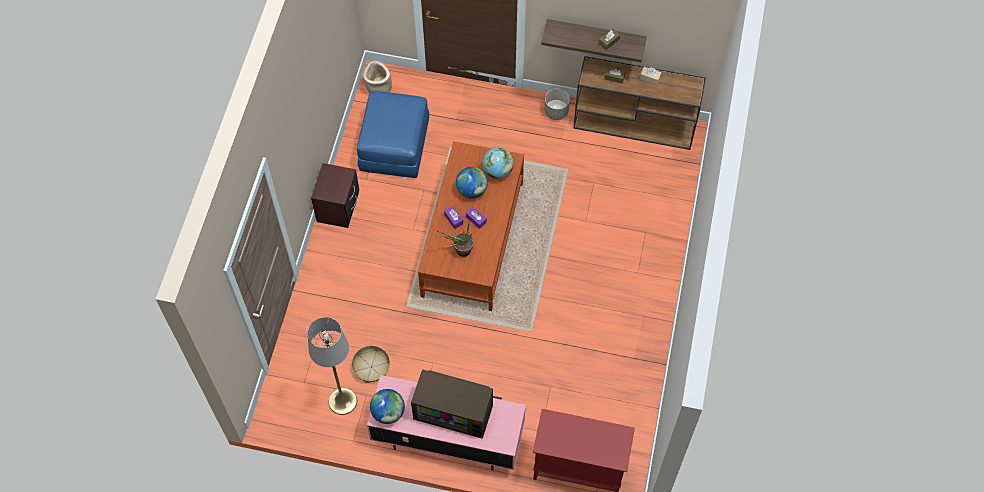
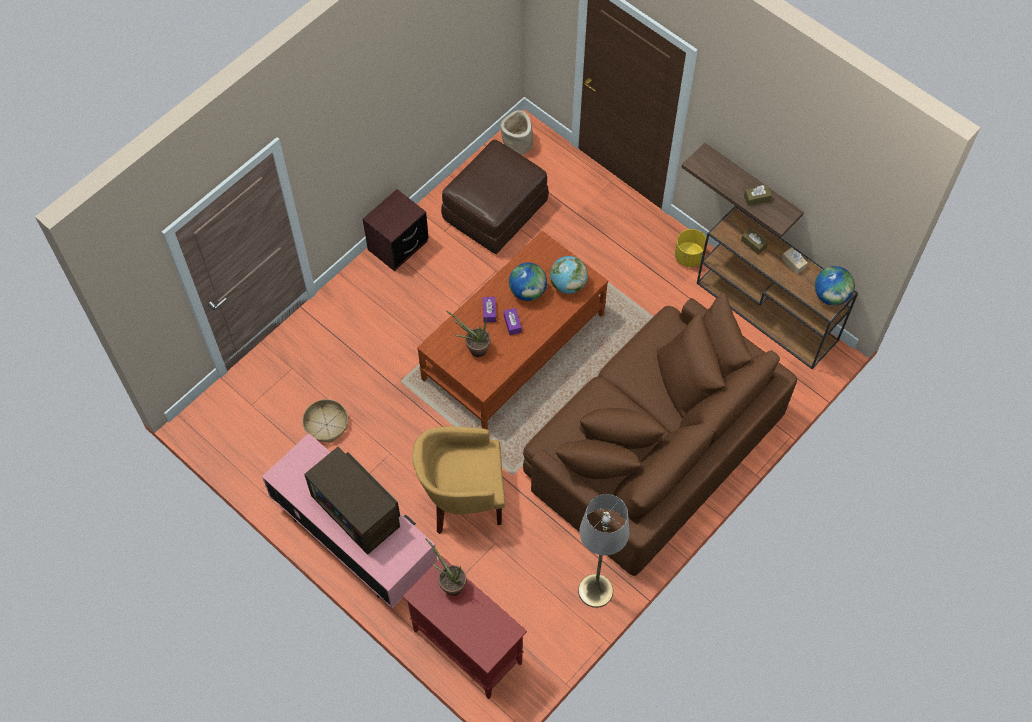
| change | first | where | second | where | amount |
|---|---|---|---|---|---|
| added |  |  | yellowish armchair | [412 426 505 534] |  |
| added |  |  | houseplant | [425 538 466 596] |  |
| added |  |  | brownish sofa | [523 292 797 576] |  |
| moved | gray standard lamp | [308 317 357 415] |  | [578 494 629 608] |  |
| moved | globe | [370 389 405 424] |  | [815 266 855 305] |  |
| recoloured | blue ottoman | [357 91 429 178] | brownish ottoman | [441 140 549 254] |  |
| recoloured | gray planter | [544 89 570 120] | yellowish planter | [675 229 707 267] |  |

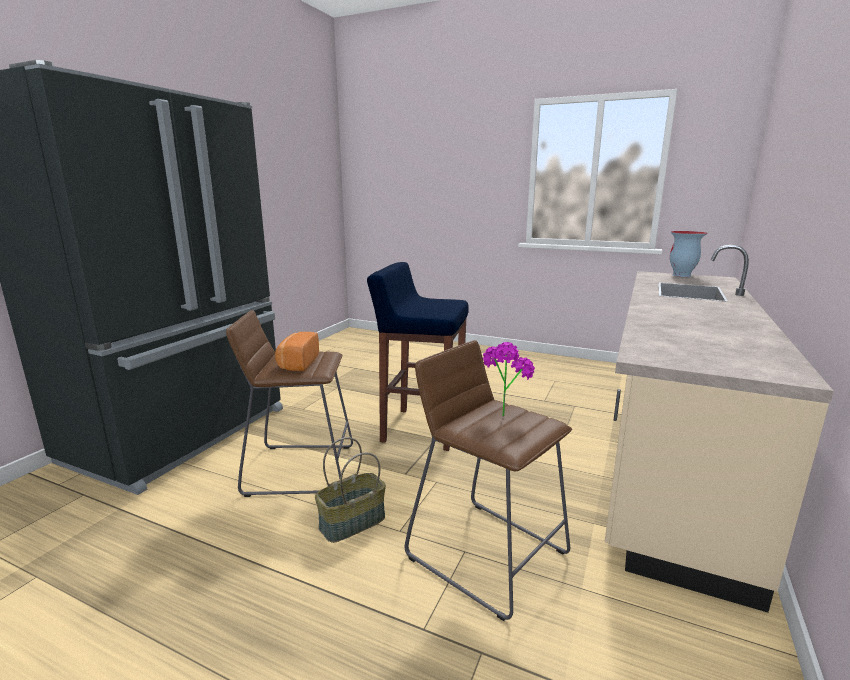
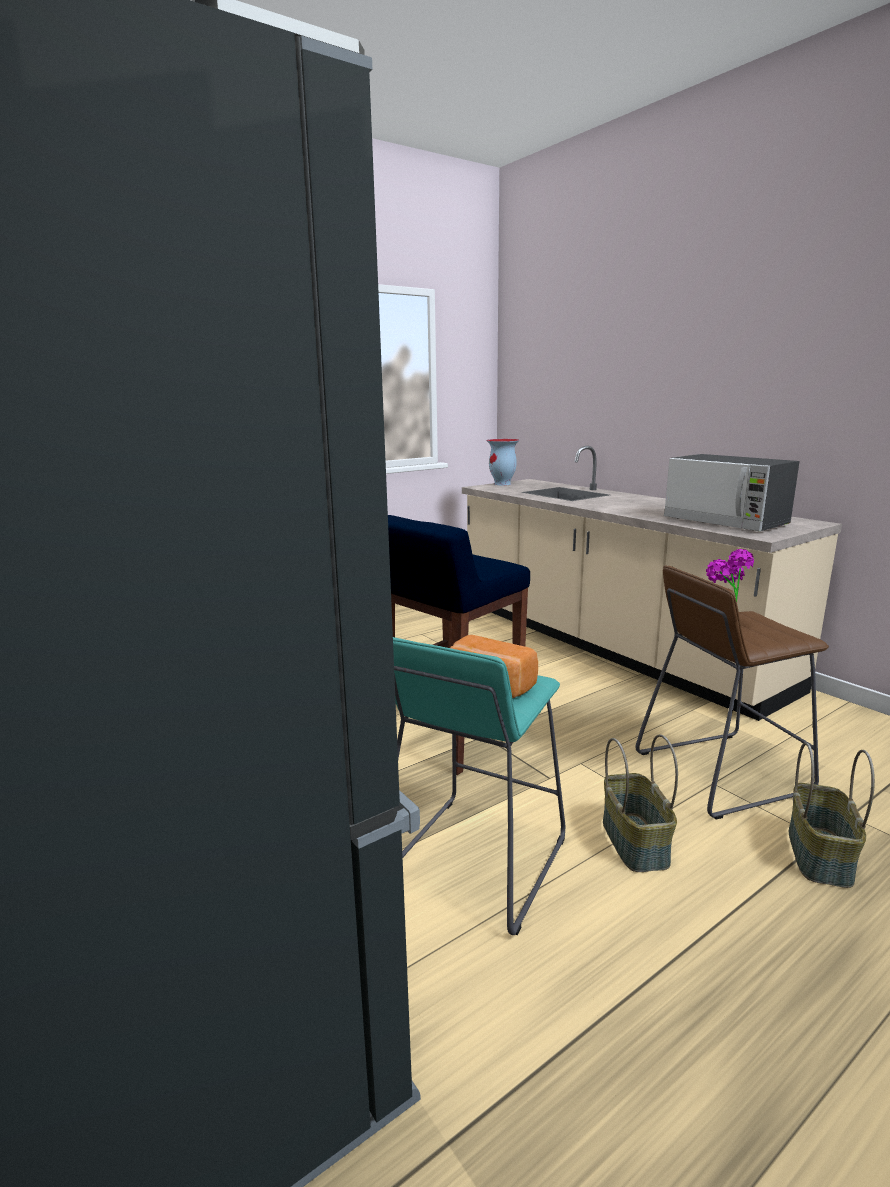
| change | first | where | second | where | amount |
|---|---|---|---|---|---|
| added |  |  | kitchen microwave | [664 454 800 531] |  |
| added |  |  | household basket | [788 742 875 888] |  |
| recoloured | brownish stool | [226 310 353 497] | turquoise-coloured stool | [393 637 565 935] |  |

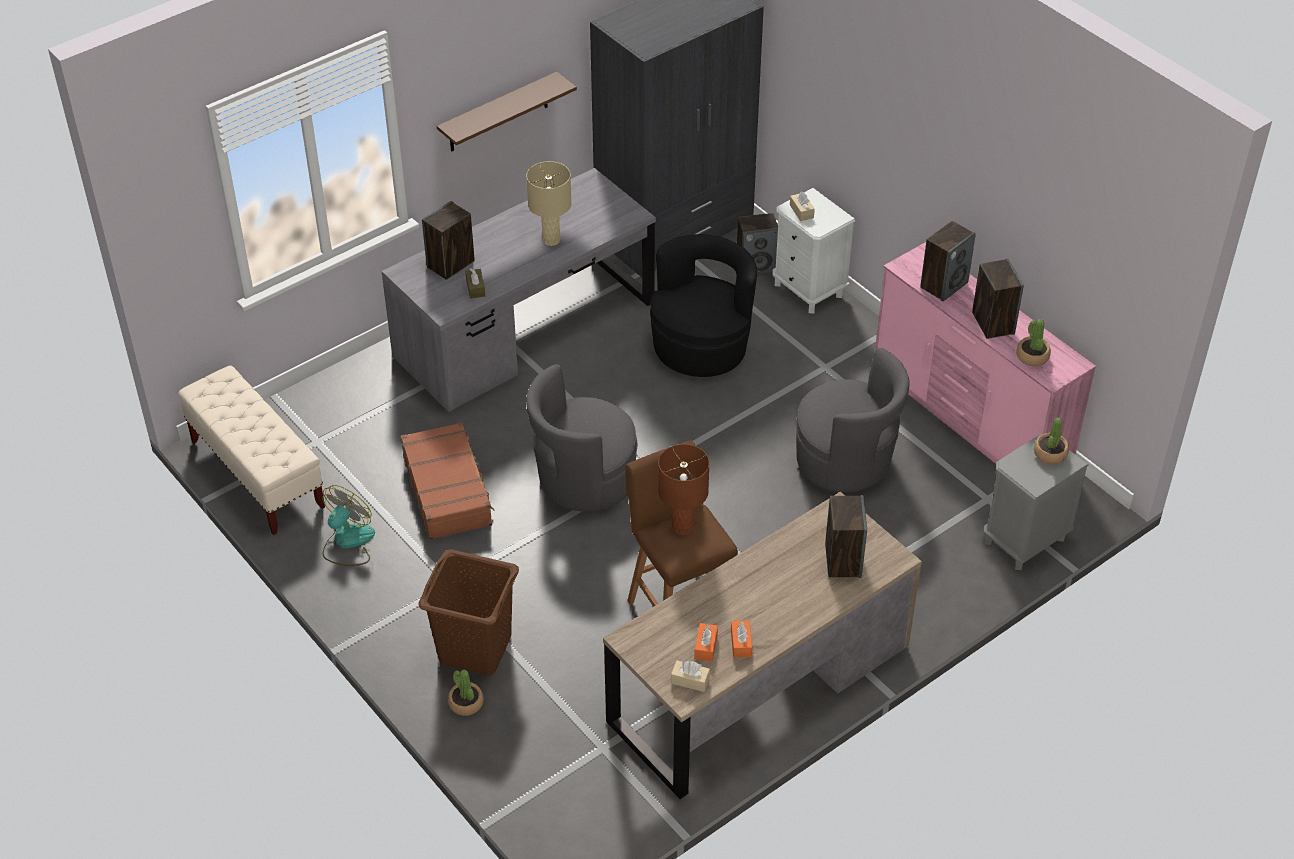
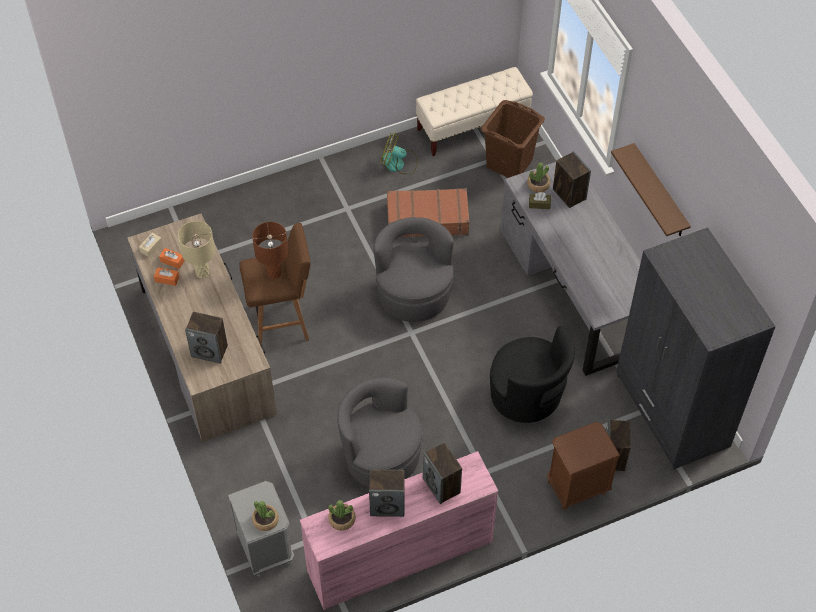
| change | first | where | second | where | amount |
|---|---|---|---|---|---|
| removed | sand-coloured box of tissues | [790 191 815 221] |  |  |  |
| moved | brownish laundry basket | [418 549 519 676] |  | [481 100 545 178] |  |
| moved | houseplant | [448 670 484 716] |  | [527 162 550 193] |  |
| moved | sand-coloured tabletop lamp | [526 161 571 246] |  | [178 221 215 278] |  |
| recoloured | white bedside table | [773 188 855 314] | brownish bedside table | [547 422 620 510] |  |
| turned | fan | [322 485 375 566] |  | [380 132 418 174] | 150 degrees clockwise |
| turned | gray armchair | [796 348 910 492] |  | [337 378 423 487] | 90 degrees clockwise |

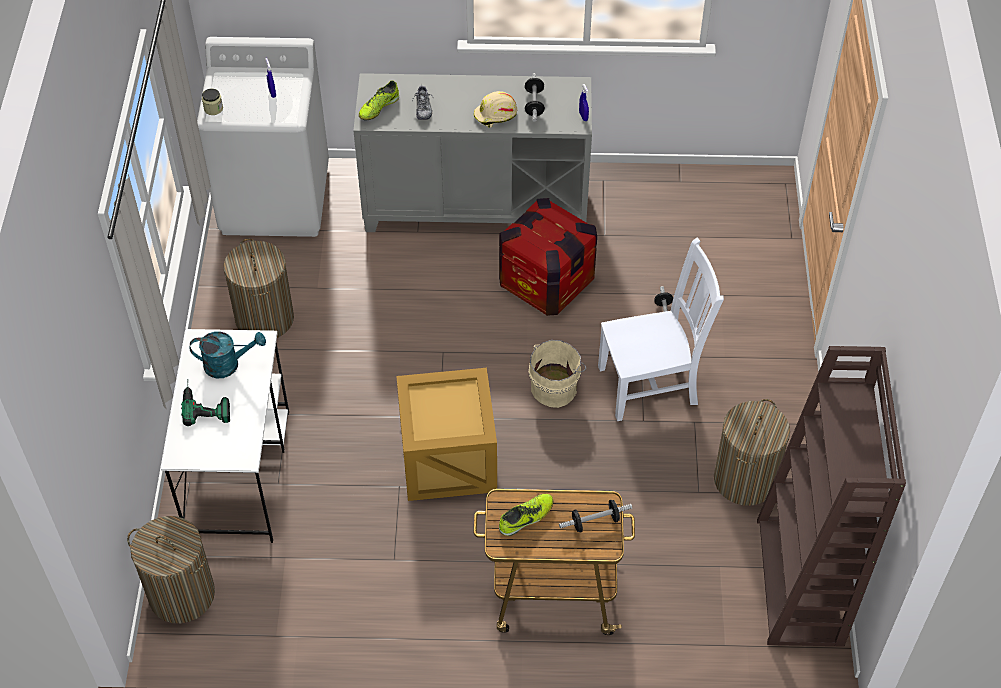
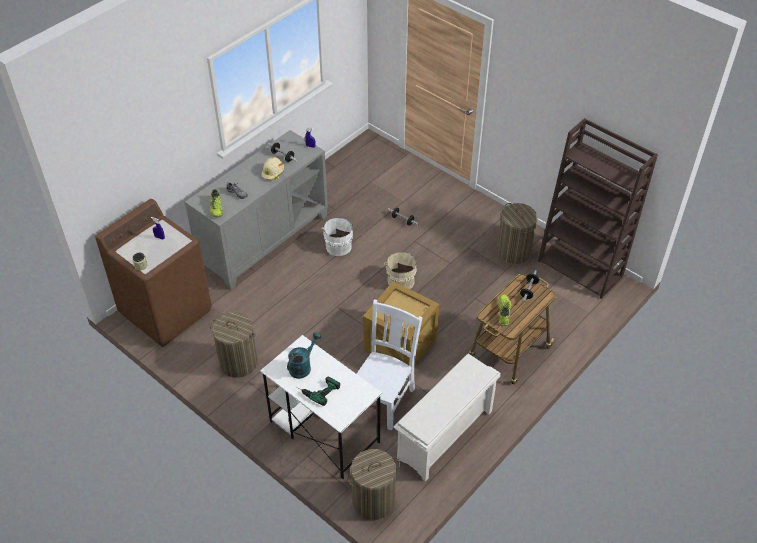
| change | first | where | second | where | amount |
|---|---|---|---|---|---|
| added |  |  | white shoe rack | [393 353 501 482] |  |
| moved | white chair | [598 238 724 421] |  | [357 299 422 431] |  |
| replaced | shipping crate | [499 198 597 316] | white water bucket | [321 218 354 256] |  |
| recoloured | white laundry machine | [197 37 329 237] | brownish laundry machine | [95 199 212 347] |  |

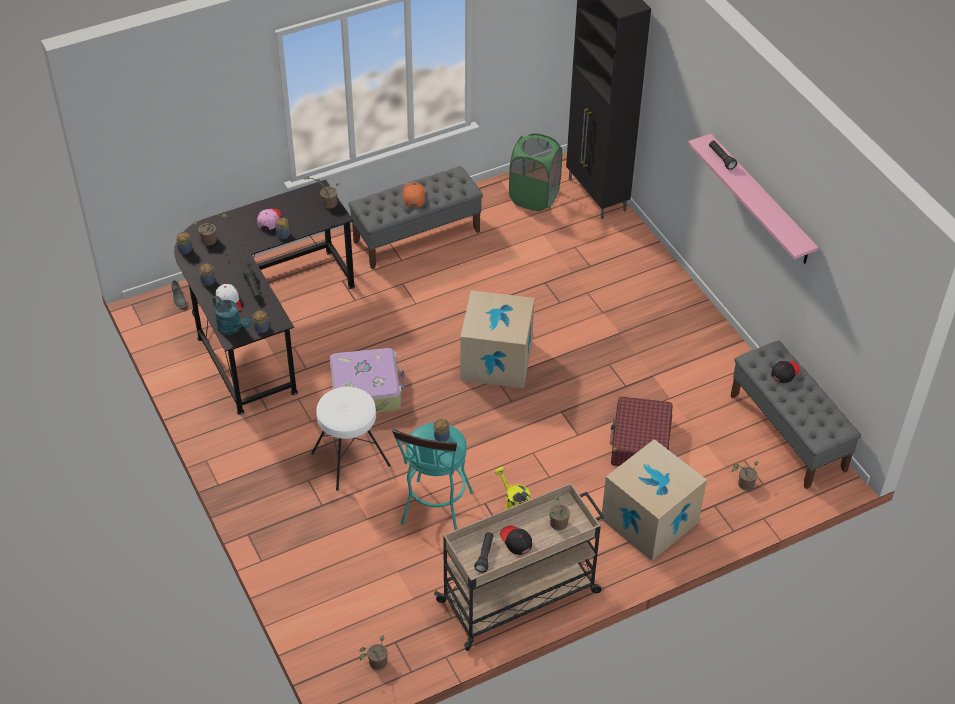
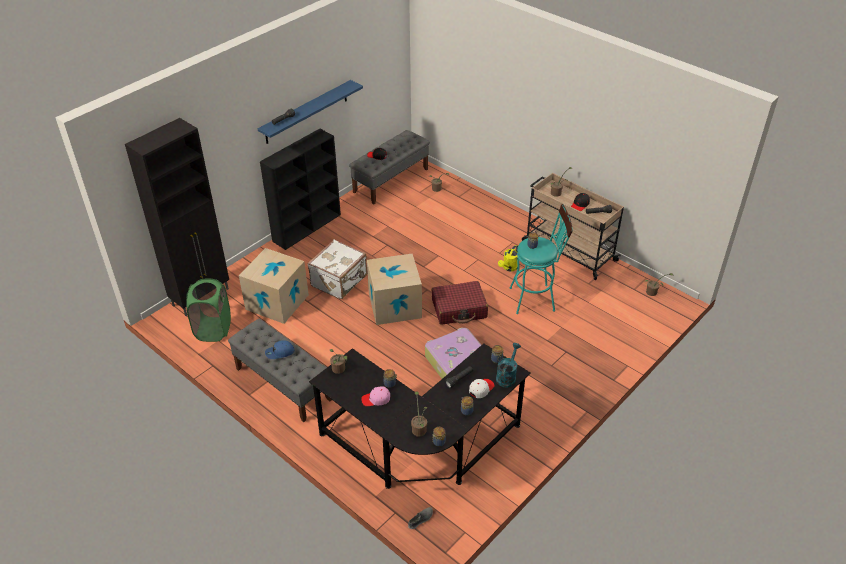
| change | first | where | second | where | amount |
|---|---|---|---|---|---|
| removed | white stool | [311 387 391 491] |  |  |  |
| added |  |  | black-coloured bookcase | [260 129 341 250] |  |
| added |  |  | white travel case | [307 239 367 299] |  |
| moved | carton | [601 439 707 561] |  | [239 248 309 324] |  |
| moved | reddish travel case | [610 396 673 466] |  | [432 281 488 325] |  |
| recoloured | orange baseball cap | [403 182 425 208] | blue baseball cap | [265 340 295 359] |  |
| recoloured | pink-coloured wall shelf | [688 134 818 264] | blue wall shelf | [258 80 363 144] |  |

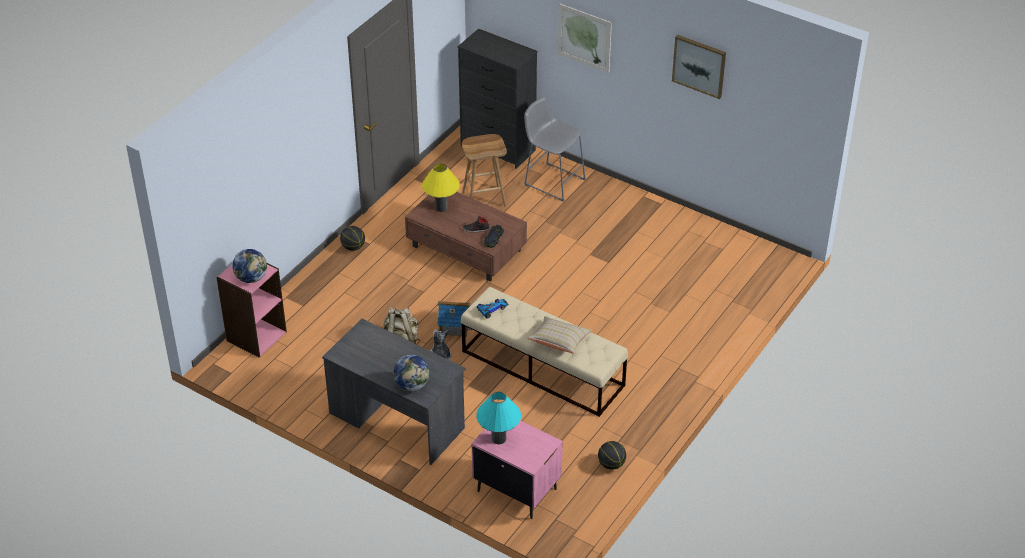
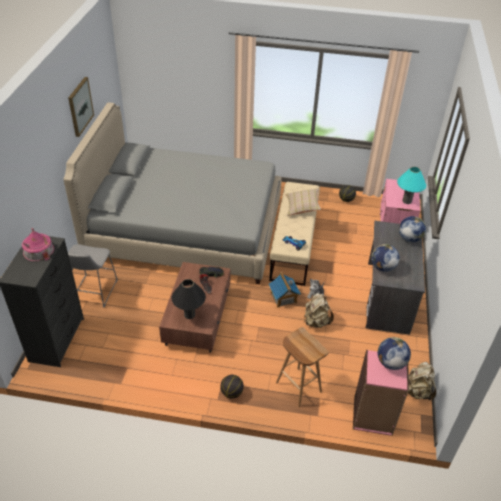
| change | first | where | second | where | amount |
|---|---|---|---|---|---|
| removed | picture | [558 3 612 73] |  |  |  |
| added |  |  | model house | [22 228 54 261] |  |
| added |  |  | gray bed | [63 102 282 284] |  |
| added |  |  | globe | [371 244 400 272] |  |
| added |  |  | sand-coloured rucksack | [408 362 436 400] |  |
| moved | brownish stool | [462 134 507 207] |  | [276 327 329 407] |  |
| recoloured | yellowish tabletop lamp | [422 164 460 212] | black-coloured tabletop lamp | [171 279 206 319] |  |

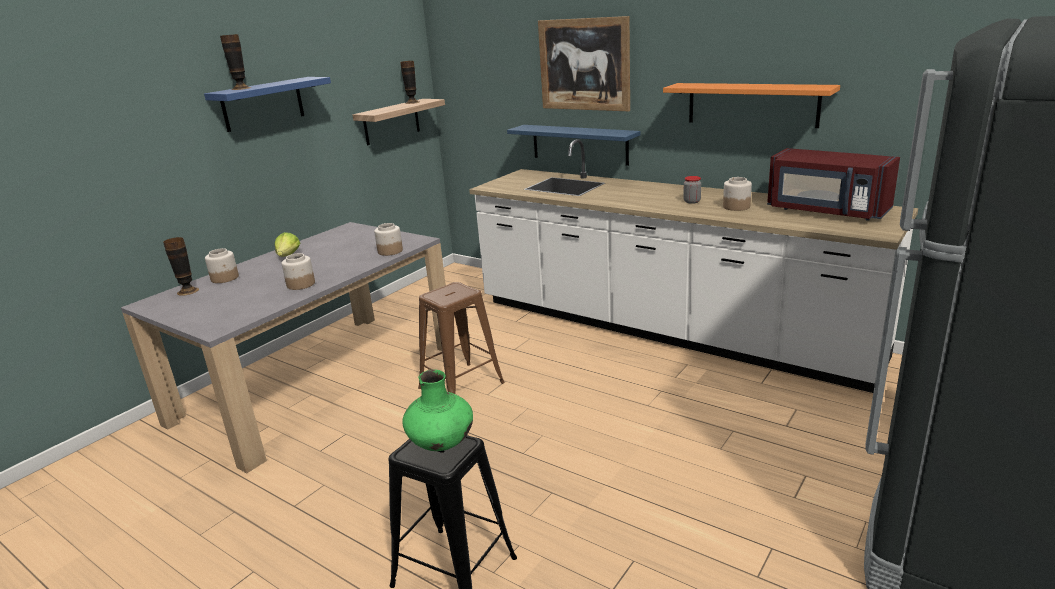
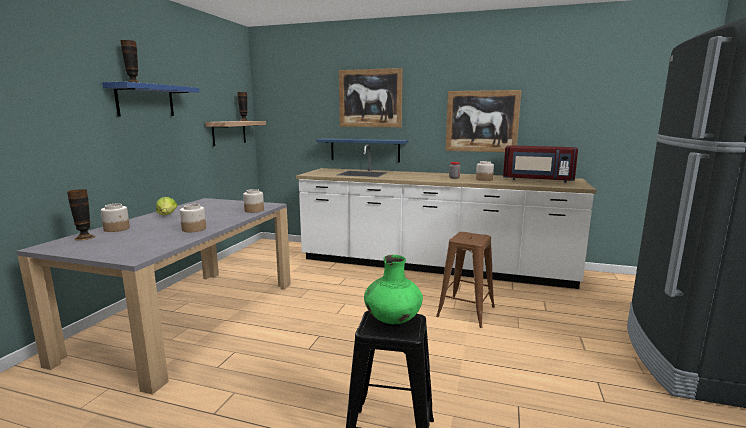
| change | first | where | second | where | amount |
|---|---|---|---|---|---|
| moved | brownish stool | [418 282 505 394] |  | [436 232 495 328] |  |
| replaced | orange wall shelf | [663 83 840 128] | picture | [446 90 521 152] |  |

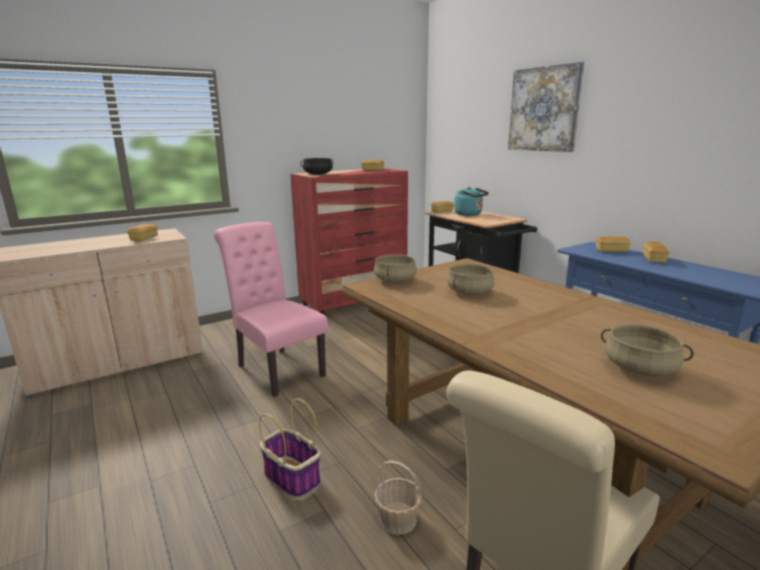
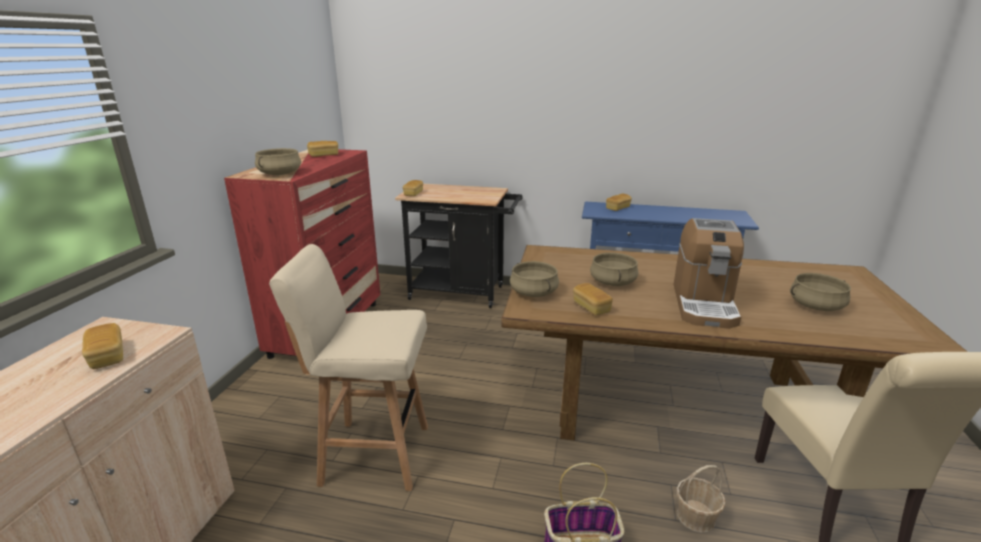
| change | first | where | second | where | amount |
|---|---|---|---|---|---|
| removed | turquoise-coloured kettle | [454 187 489 216] |  |  |  |
| removed | picture | [508 61 584 152] |  |  |  |
| added |  |  | coffee machine | [673 218 744 329] |  |
| moved | baked bread | [643 242 669 263] |  | [573 283 613 316] |  |
| replaced | pink-coloured chair | [214 222 328 397] | sand-coloured stool | [269 244 428 491] |  |
| recoloured | black-coloured saucepot | [300 158 333 175] | sand-coloured saucepot | [255 148 301 175] |  |

